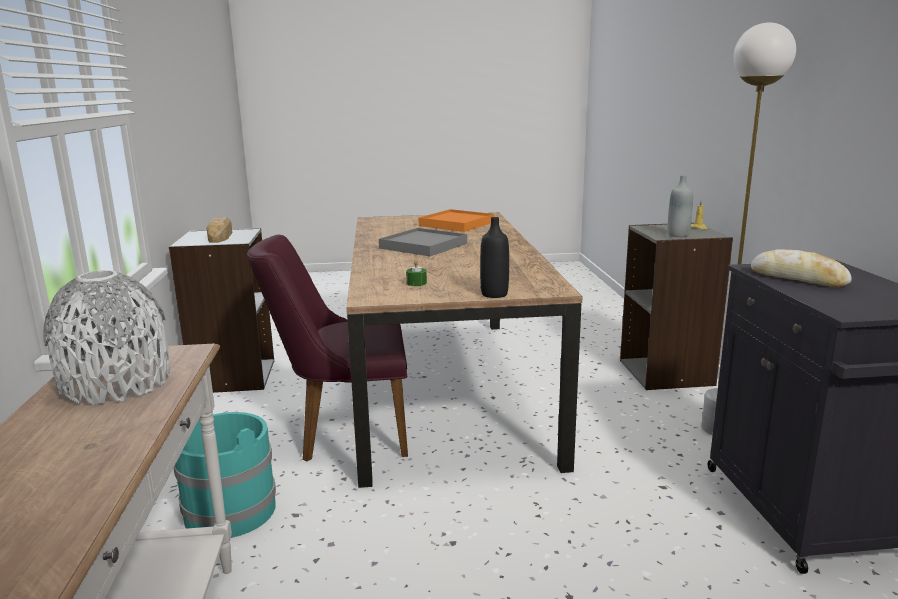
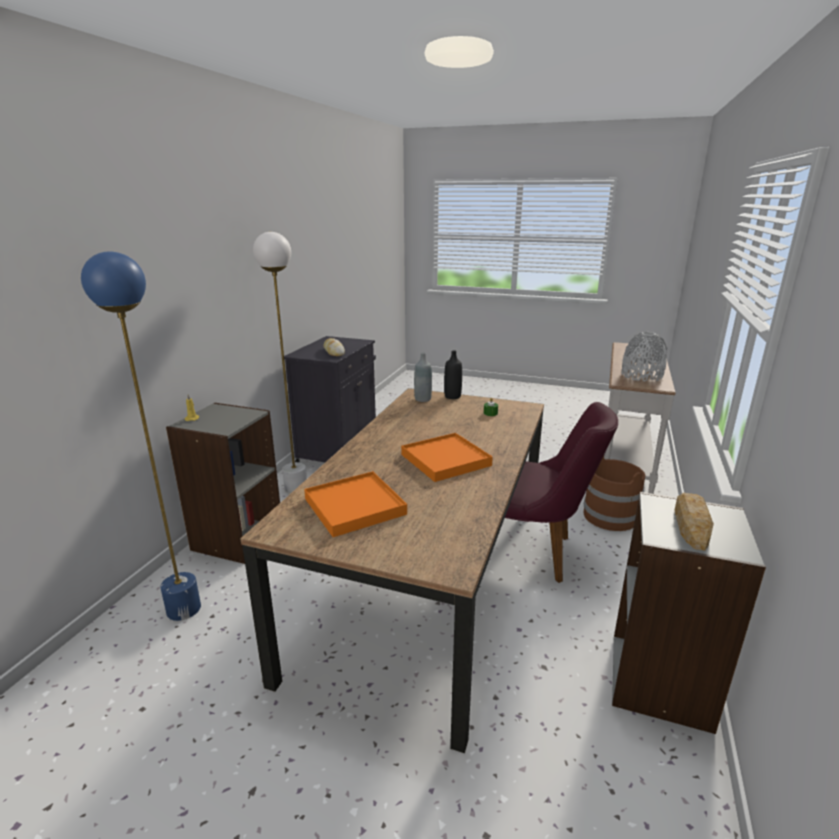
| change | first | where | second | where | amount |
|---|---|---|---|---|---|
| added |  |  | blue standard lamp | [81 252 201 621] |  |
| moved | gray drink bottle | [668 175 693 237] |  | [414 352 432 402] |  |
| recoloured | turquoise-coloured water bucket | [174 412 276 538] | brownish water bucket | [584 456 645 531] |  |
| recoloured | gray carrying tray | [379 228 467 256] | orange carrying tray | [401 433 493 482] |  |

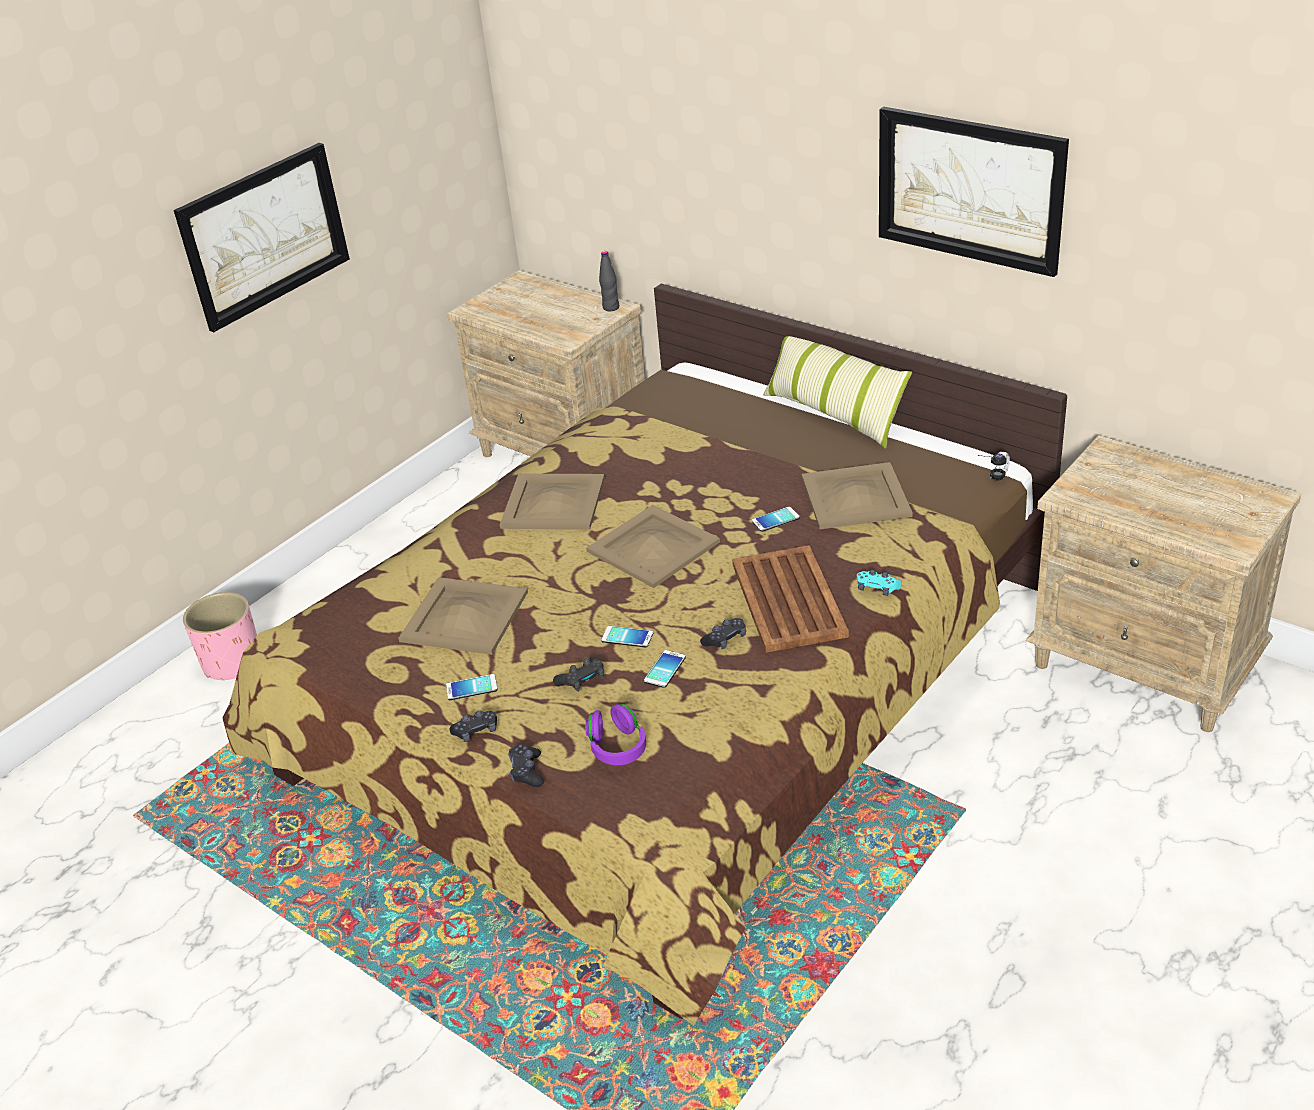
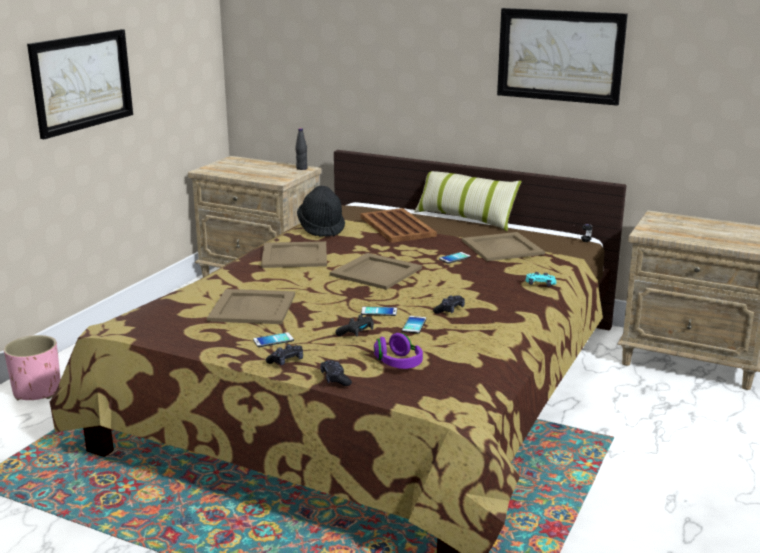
| change | first | where | second | where | amount |
|---|---|---|---|---|---|
| added |  |  | black-coloured wearable hat | [297 186 345 237] |  |
| moved | brownish carrying tray | [732 545 849 653] |  | [360 208 437 243] |  |

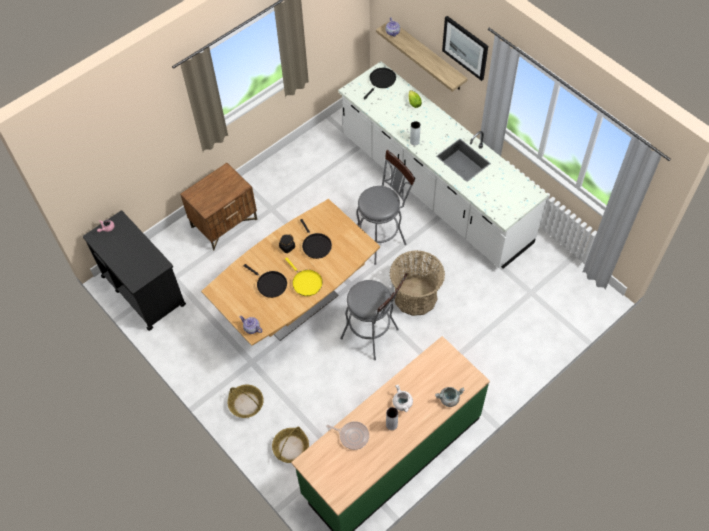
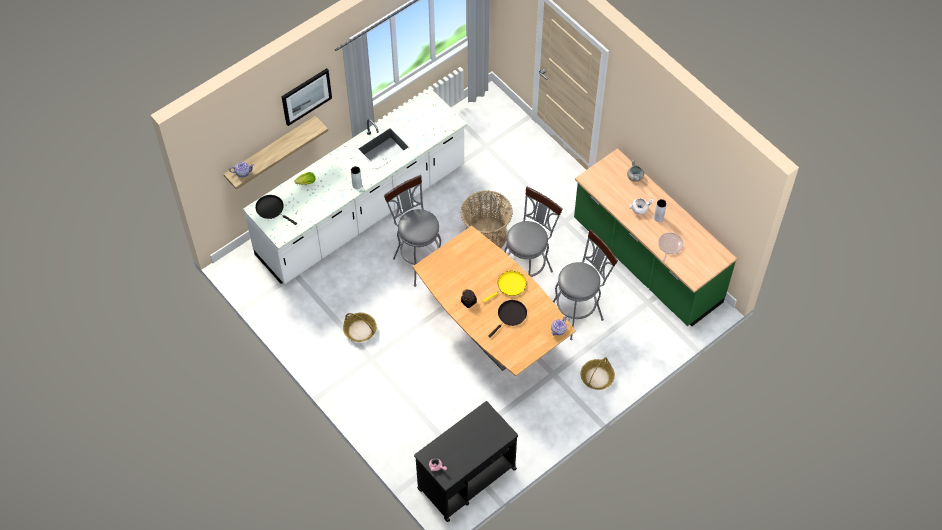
| change | first | where | second | where | amount |
|---|---|---|---|---|---|
| removed | brownish bedside table | [180 163 257 250] |  |  |  |
| removed | black-coloured frying pan | [300 219 332 259] |  |  |  |
| added |  |  | gray stool | [553 229 618 340] |  |
| moved | household basket | [272 427 309 463] |  | [343 313 377 342] |  |

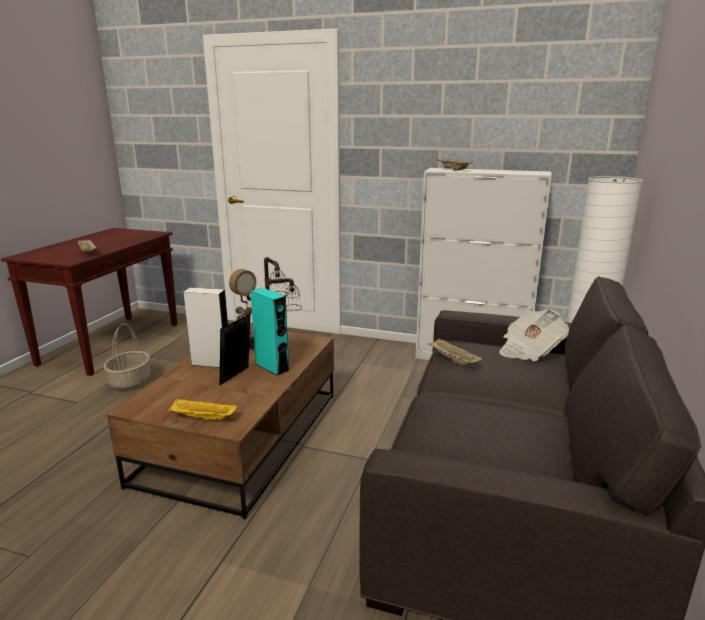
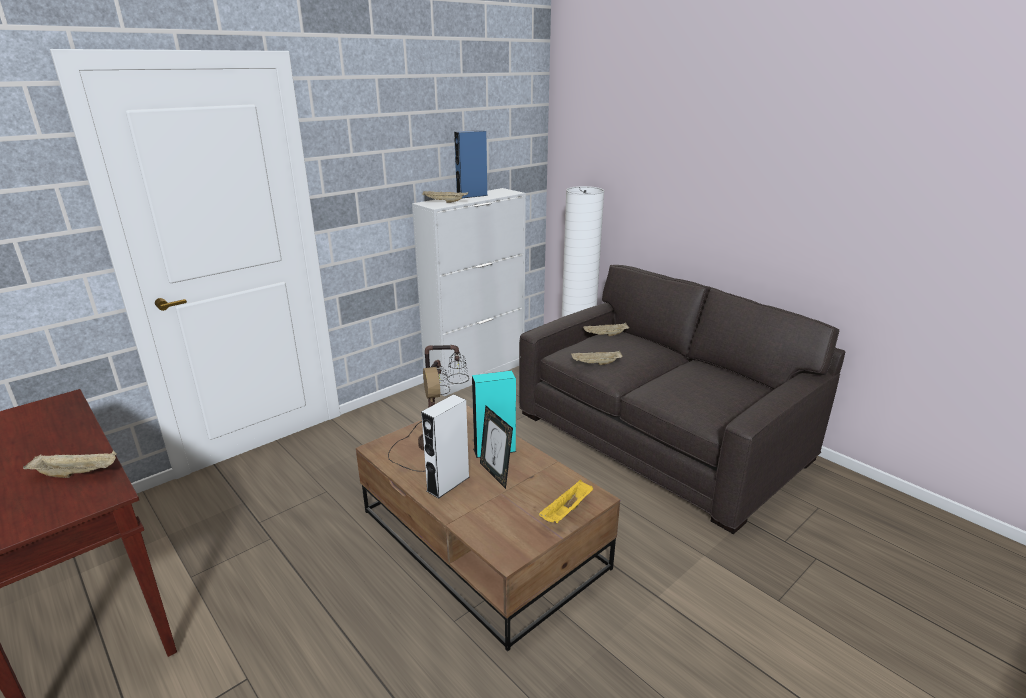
| change | first | where | second | where | amount |
|---|---|---|---|---|---|
| removed | household basket | [104 323 150 390] |  |  |  |
| added |  |  | blue loudspeaker | [454 130 488 199] |  |
| replaced | printed paper | [499 310 569 361] | sand-coloured carrying tray | [583 323 629 336] |  |

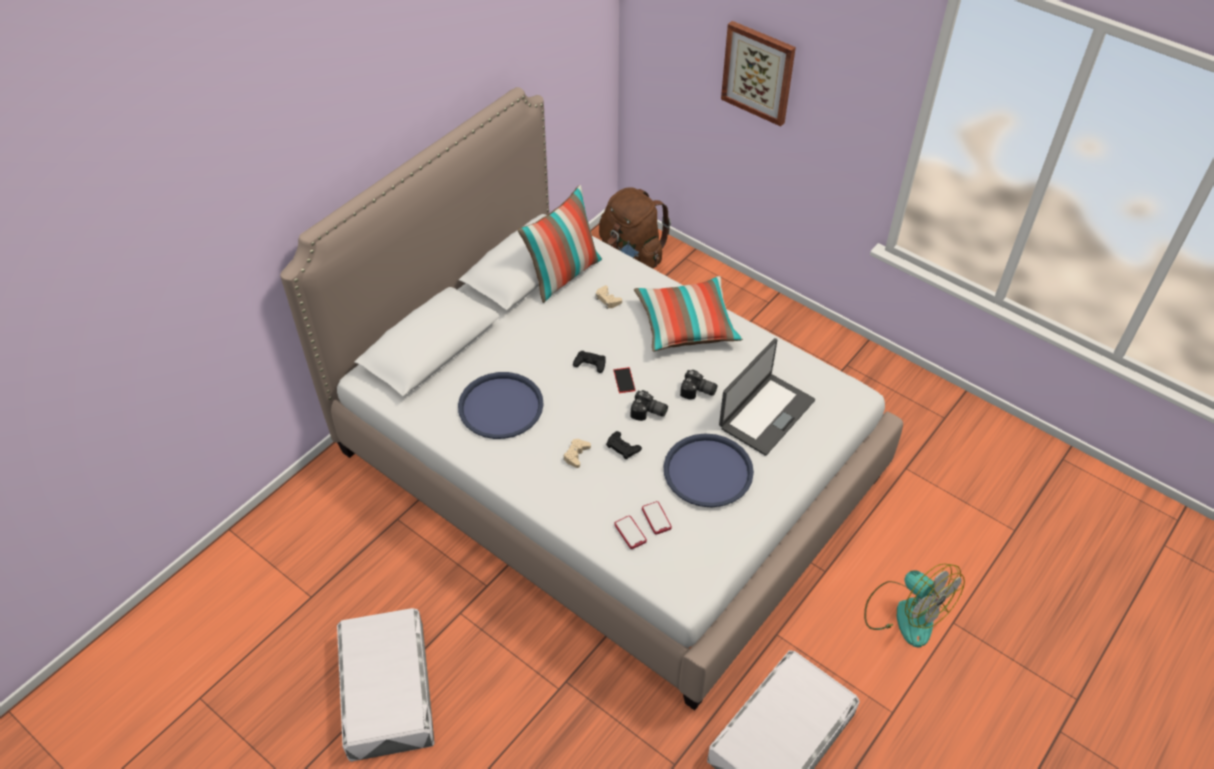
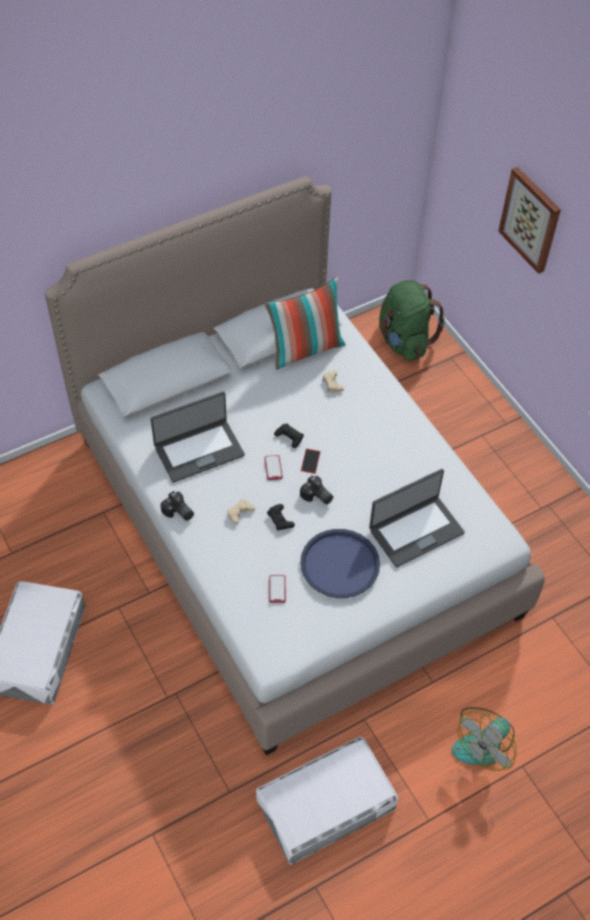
| change | first | where | second | where | amount |
|---|---|---|---|---|---|
| removed | cushion | [634 276 743 352] |  |  |  |
| moved | telephone | [614 516 647 549] |  | [264 455 283 480] |  |
| moved | still camera | [680 370 717 399] |  | [160 491 194 521] |  |
| replaced | blue carrying tray | [458 372 544 439] | notebook computer | [151 392 245 483] |  |
| recoloured | brownish rucksack | [599 187 671 269] | greenish rucksack | [379 280 445 361] |  |
| turned | fan | [864 563 965 647] |  | [452 707 517 771] | 60 degrees clockwise |

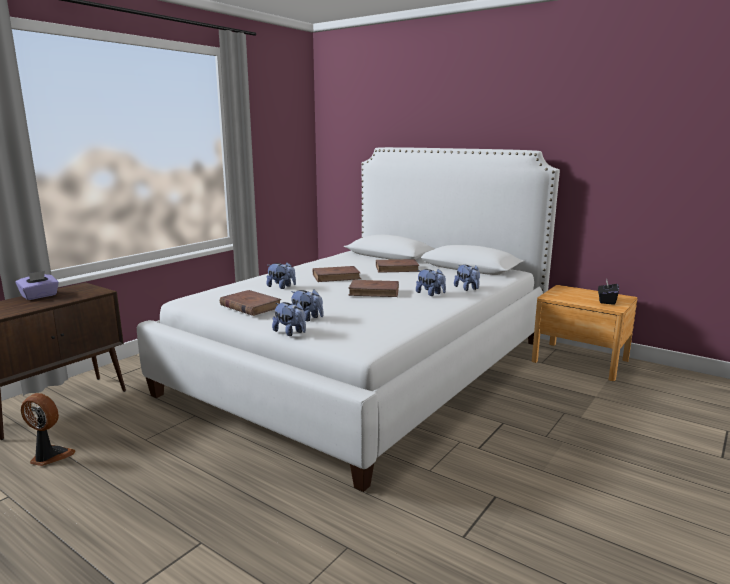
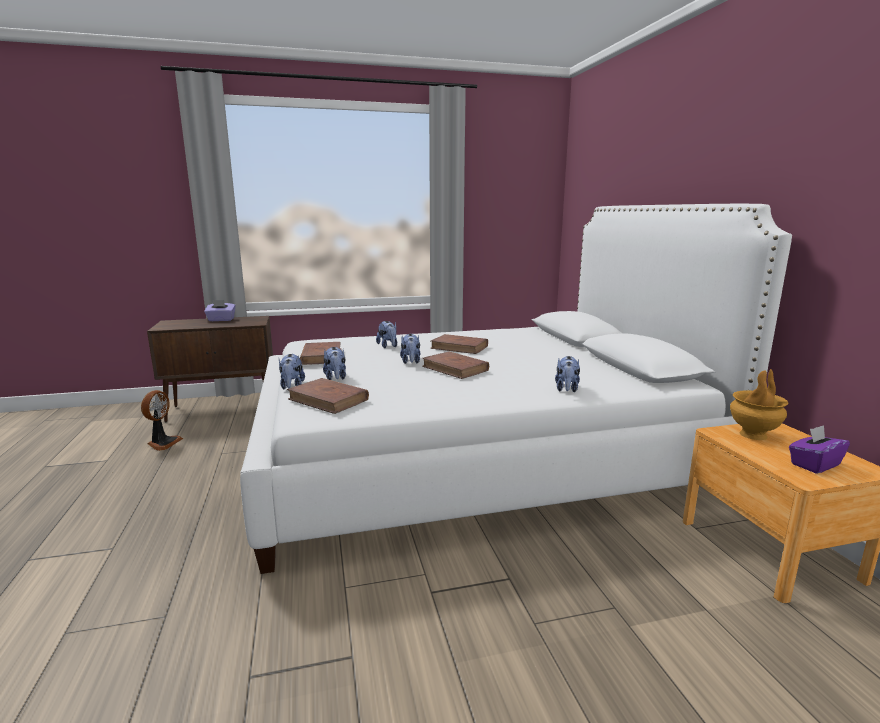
| change | first | where | second | where | amount |
|---|---|---|---|---|---|
| added |  |  | brownish flower vase | [730 369 788 440] |  |
| moved | brownish book | [376 259 420 273] |  | [287 378 369 414] |  |
| moved | cuddly toy | [416 269 446 296] |  | [400 334 420 364] |  |
| recoloured | black-coloured box of tissues | [598 279 619 305] | purple-coloured box of tissues | [789 425 850 474] |  |
| turned | fan | [21 393 76 466] |  | [141 390 183 451] | 45 degrees clockwise |

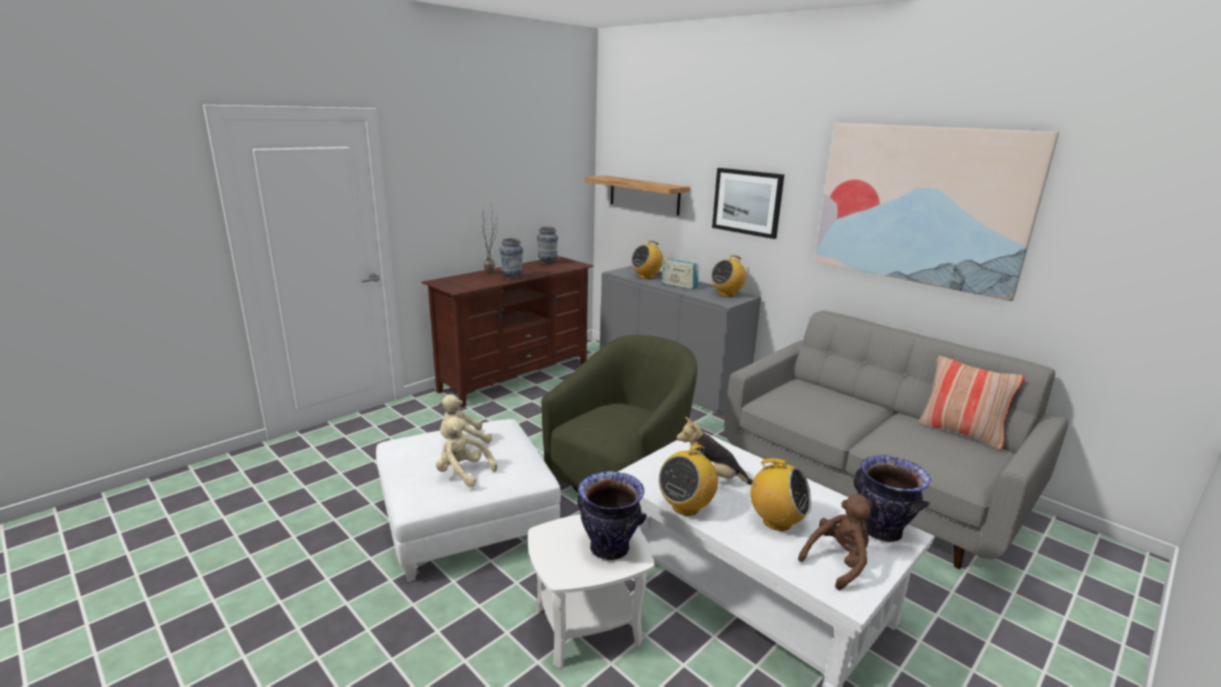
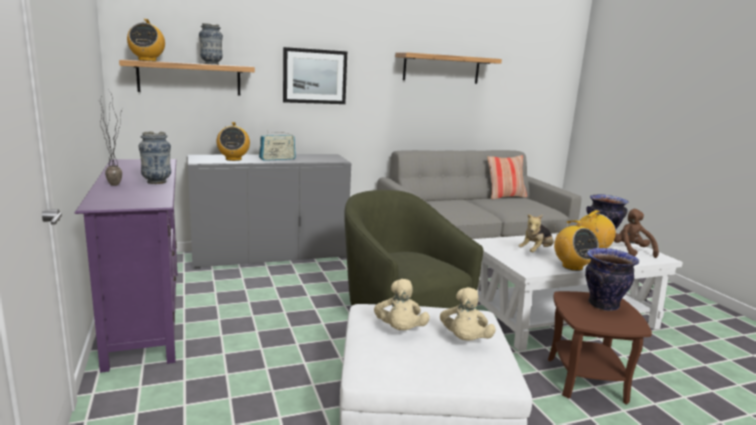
| change | first | where | second | where | amount |
|---|---|---|---|---|---|
| moved | flower vase | [537 227 558 264] |  | [199 23 223 65] |  |
| moved | radio | [711 255 746 297] |  | [127 19 165 61] |  |
| replaced | picture | [814 123 1059 301] | wall shelf | [395 52 502 84] |  |
| recoloured | brownish tv stand | [421 256 594 407] | purple-coloured tv stand | [75 159 178 373] |  |
| recoloured | white accent table | [528 514 654 668] | brownish accent table | [548 291 652 405] |  |
| turned | sand-coloured cuddly toy | [436 417 497 487] |  | [440 287 496 341] | 45 degrees counterclockwise |

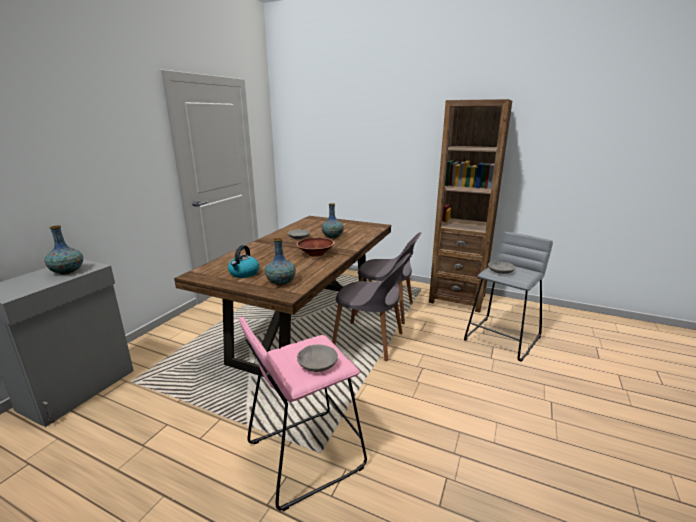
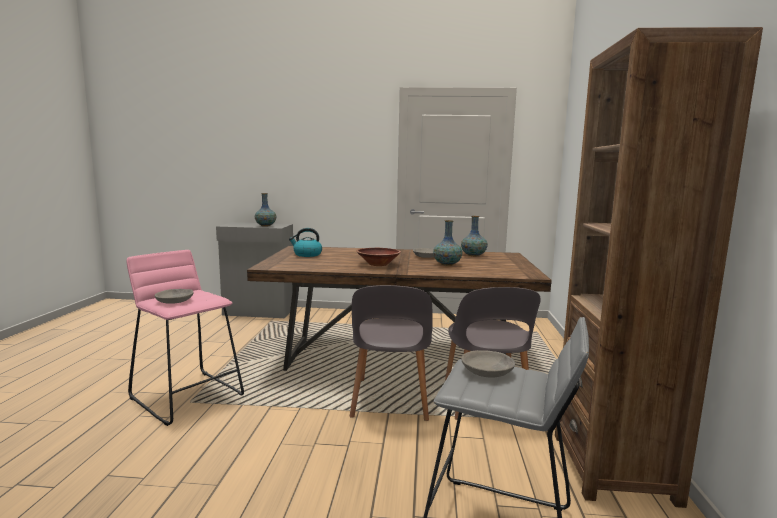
| change | first | where | second | where | amount |
|---|---|---|---|---|---|
| moved | flower vase | [265 238 296 285] |  | [461 216 488 256] |  |

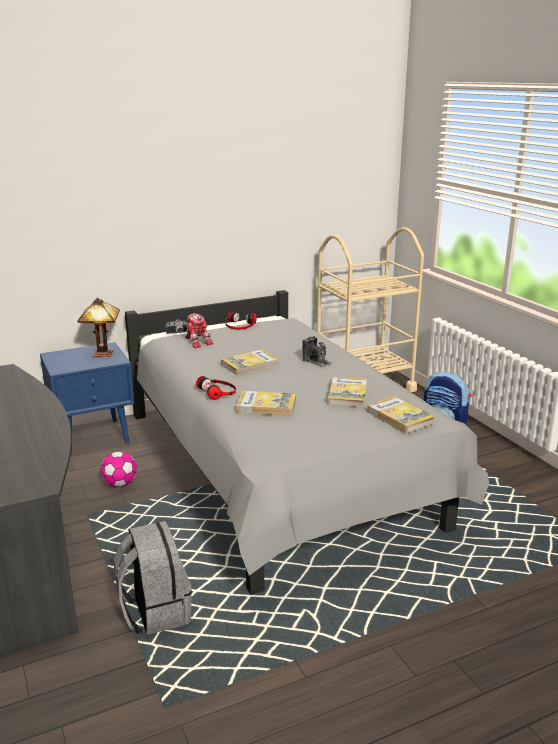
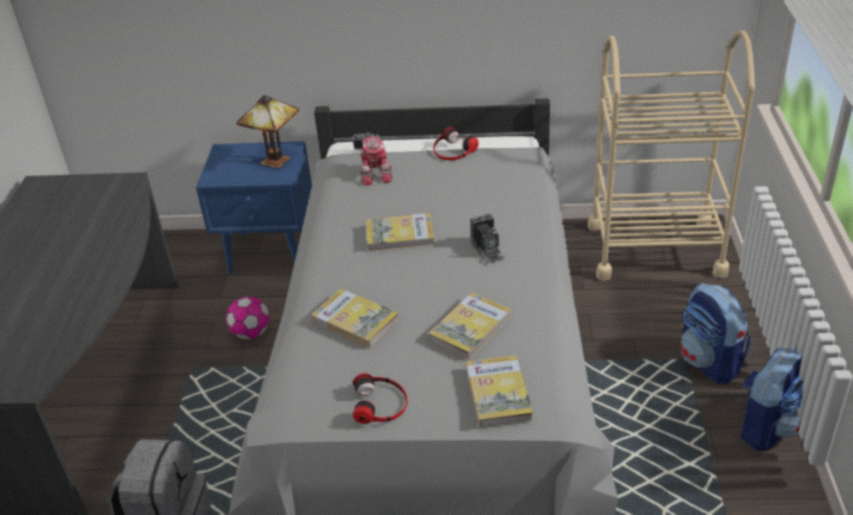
| change | first | where | second | where | amount |
|---|---|---|---|---|---|
| added |  |  | rucksack | [741 347 804 451] |  |
| moved | headset | [196 376 236 400] |  | [353 373 407 424] |  |

